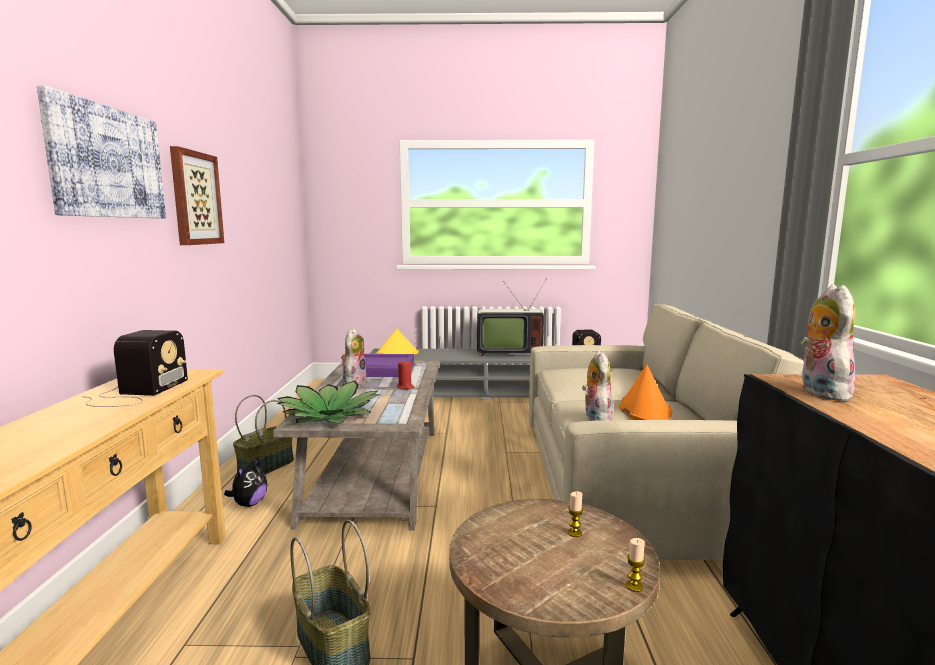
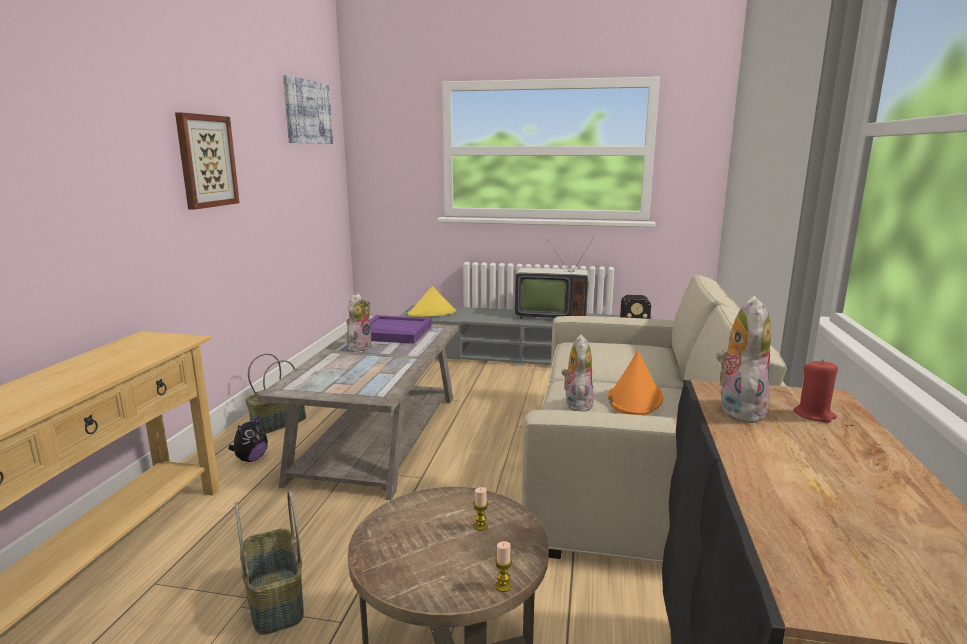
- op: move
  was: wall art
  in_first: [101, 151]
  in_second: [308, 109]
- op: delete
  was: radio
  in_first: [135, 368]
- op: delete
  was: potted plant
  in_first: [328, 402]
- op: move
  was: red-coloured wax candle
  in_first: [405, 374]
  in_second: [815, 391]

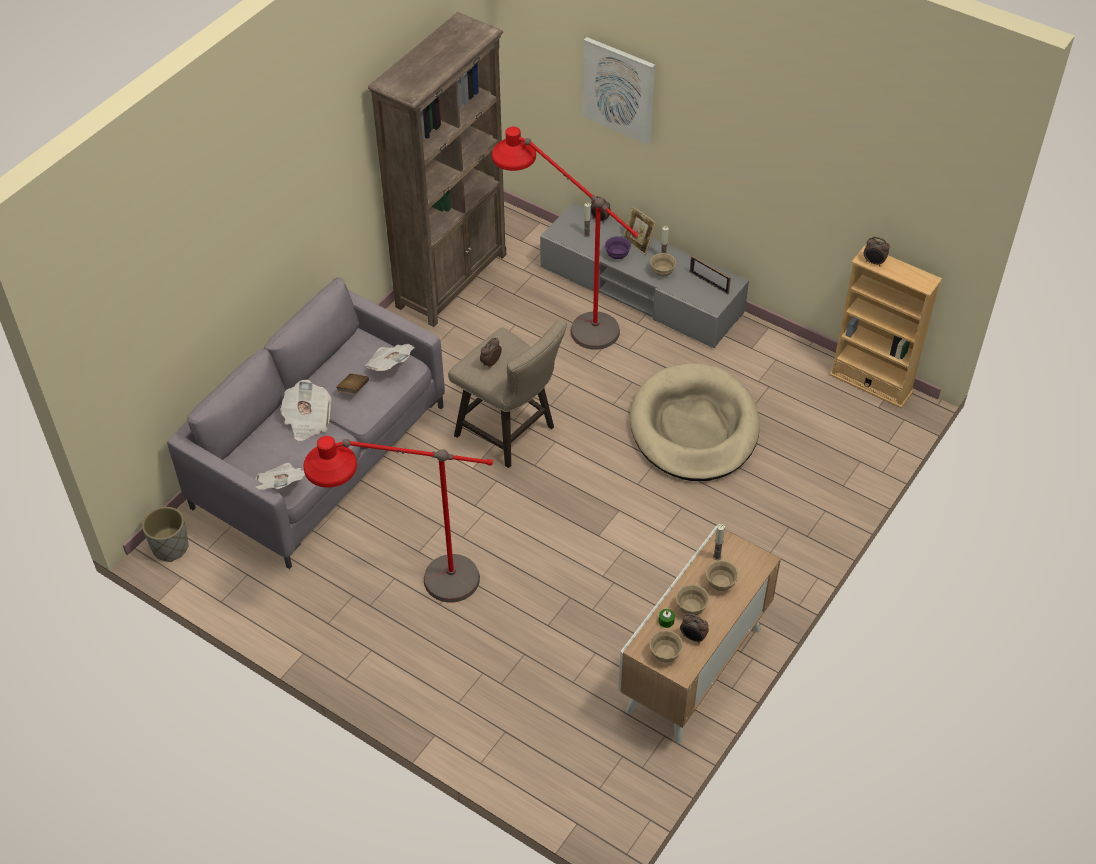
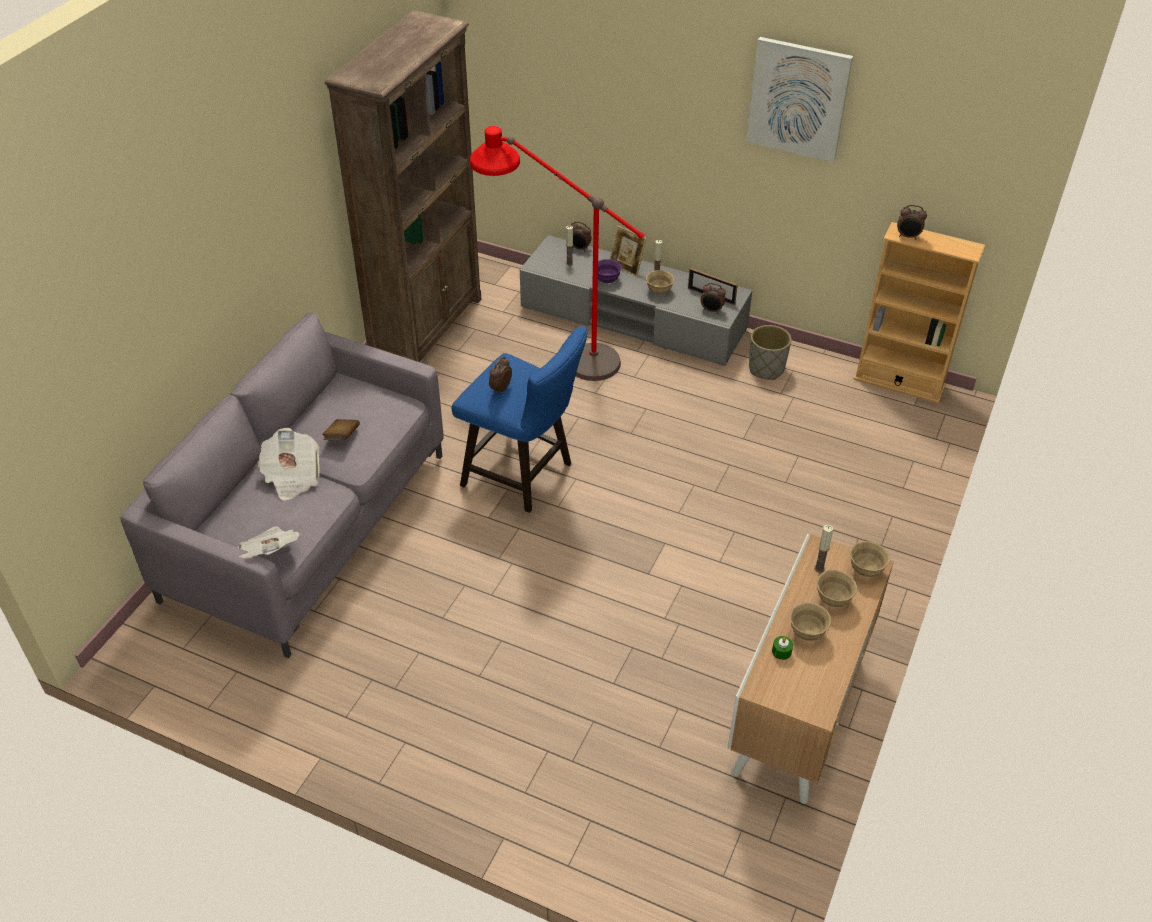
- op: move
  was: gray flower pot
  in_first: [165, 534]
  in_second: [770, 352]
- op: delete
  was: red-coloured standard lamp
  in_first: [398, 519]
- op: delete
  was: newspaper
  in_first: [389, 357]
- op: recolor
  was: beige-coloured sitting stool
  now: blue-coloured sitting stool
  in_first: [507, 394]
  in_second: [520, 419]
- op: move
  was: wall art
  in_first: [619, 90]
  in_second: [799, 99]
- op: delete
  was: beige-coloured dog bed
  in_first: [695, 422]
- op: move
  was: beige-coloured bowl
  in_first: [666, 646]
  in_second: [870, 559]
- op: move
  was: alarm clock
  in_first: [694, 628]
  in_second: [713, 298]

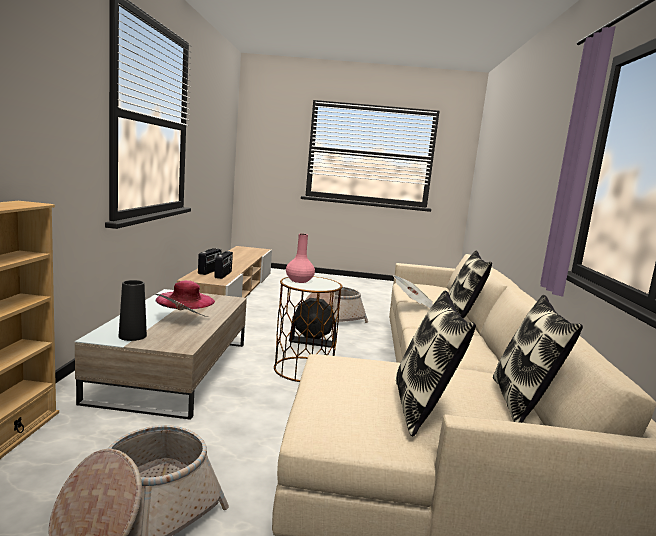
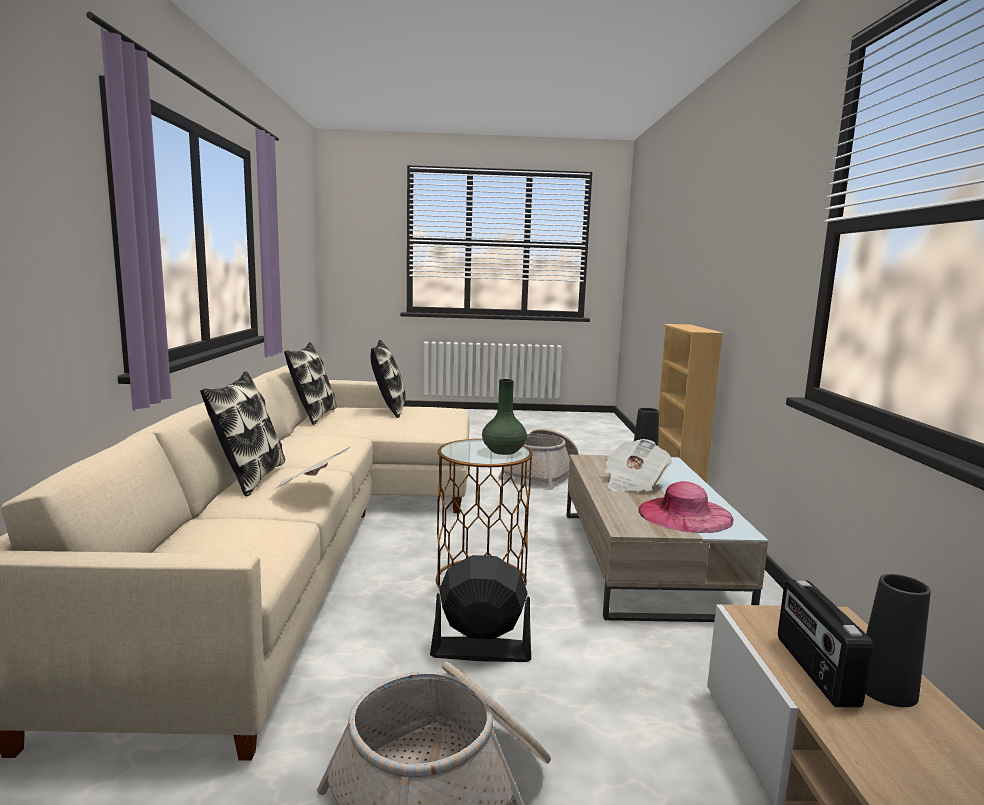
- op: replace
  was: radio
  now: black decorative vase
  in_first: [209, 261]
  in_second: [898, 640]
- op: recolor
  was: pink decorative vase
  now: greenish decorative vase
  in_first: [300, 258]
  in_second: [504, 417]

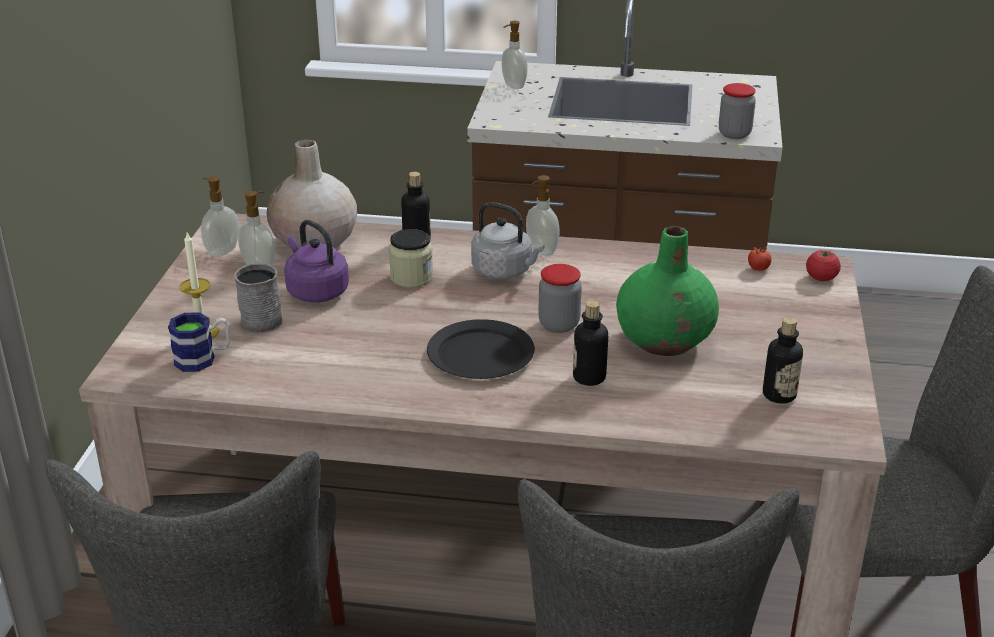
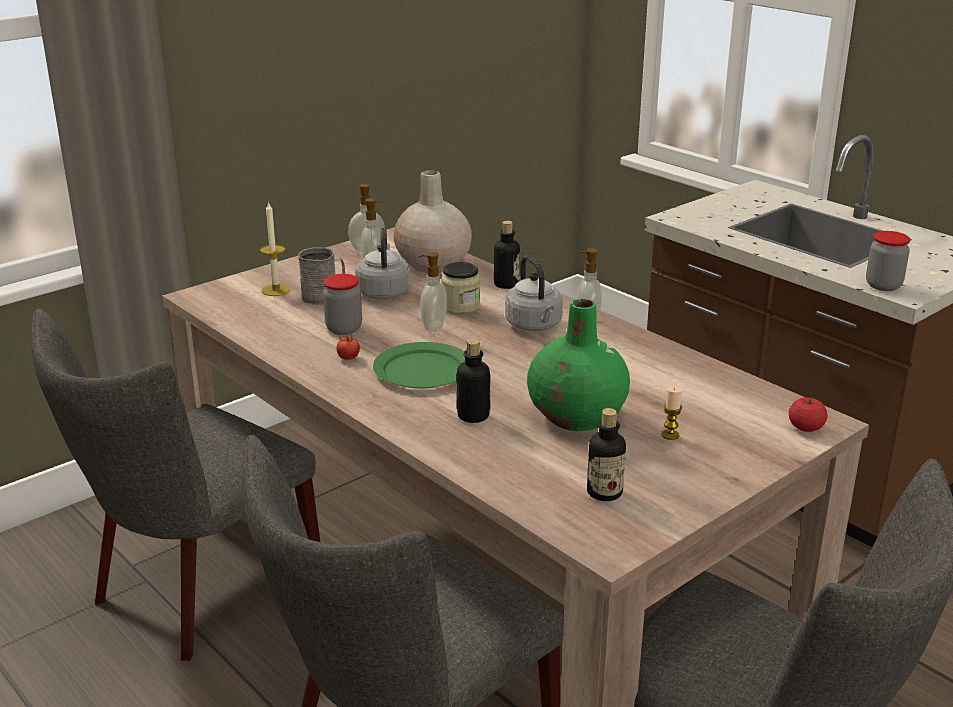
- op: delete
  was: coffee mug
  in_first: [199, 342]
- op: recolor
  was: purplish tea kettle
  now: gray tea kettle
  in_first: [316, 261]
  in_second: [382, 264]
- op: recolor
  was: black flat dish
  now: greenish flat dish
  in_first: [481, 349]
  in_second: [419, 365]
- op: move
  was: liquid soap bottle
  in_first: [515, 55]
  in_second: [432, 292]
- op: move
  was: preserve jar
  in_first: [560, 298]
  in_second: [342, 304]
- op: move
  was: tomato
  in_first: [759, 257]
  in_second: [348, 346]
- op: insert
  now: wax candle
  in_second: [671, 413]

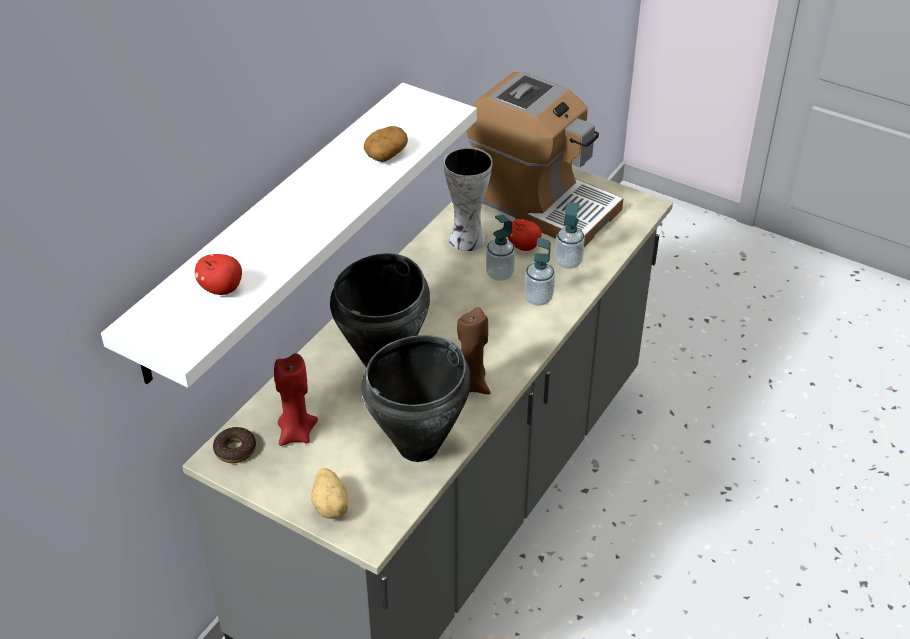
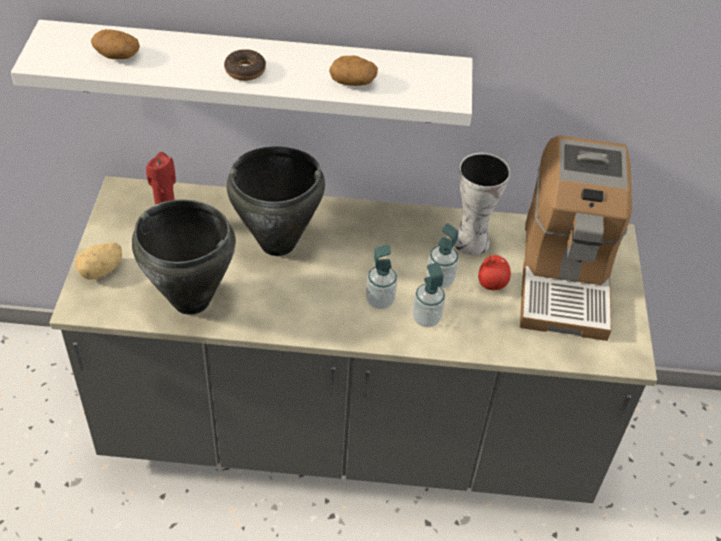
- op: replace
  was: apple
  now: potato
  in_first: [218, 274]
  in_second: [115, 44]
- op: move
  was: doughnut
  in_first: [234, 445]
  in_second: [245, 65]
- op: delete
  was: brown wax candle
  in_first: [474, 350]
- op: move
  was: liquid soap bottle
  in_first: [570, 235]
  in_second: [381, 276]

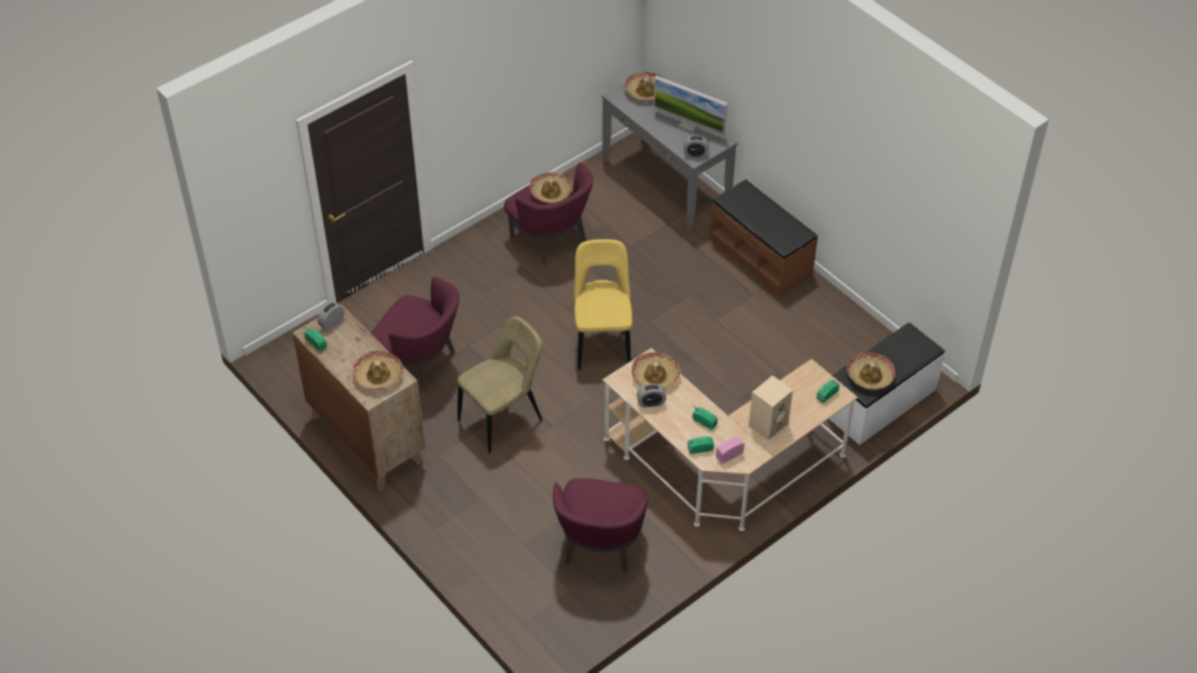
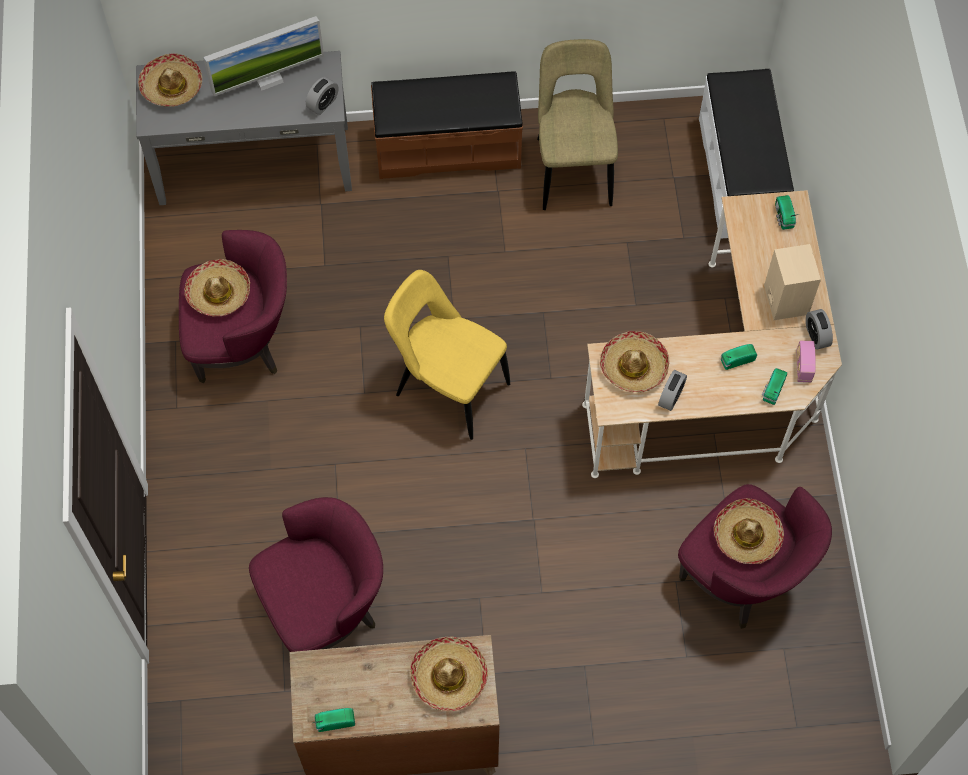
- op: move
  was: alarm clock
  in_first: [330, 316]
  in_second: [819, 329]
- op: move
  was: beige-coloured plain chair
  in_first: [500, 384]
  in_second: [577, 124]
- op: move
  was: wearable hat
  in_first: [871, 371]
  in_second: [749, 531]

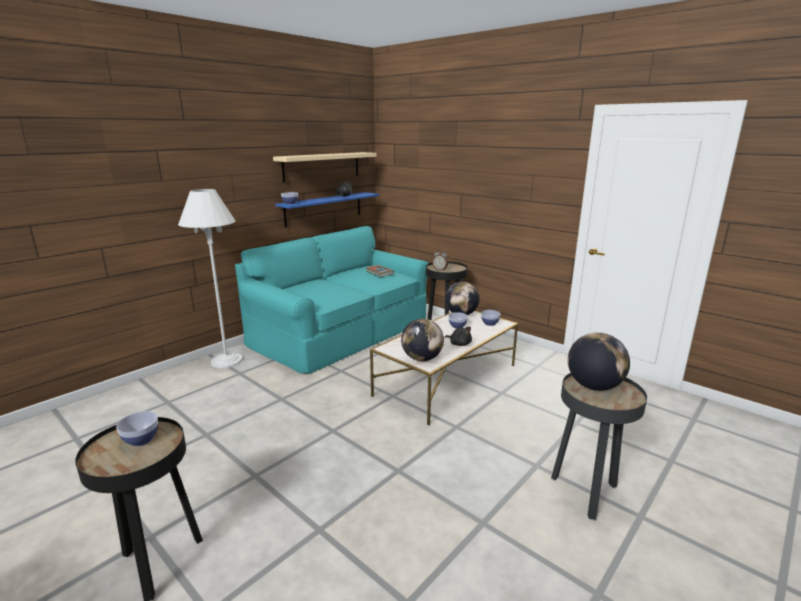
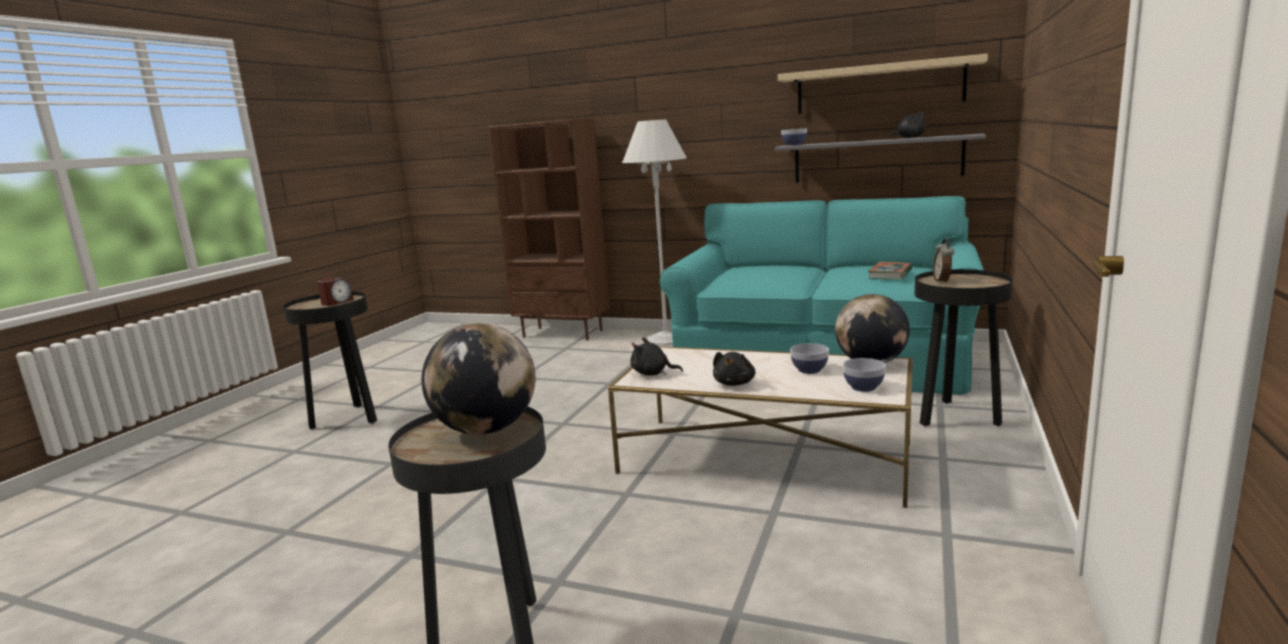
- op: replace
  was: bowl
  now: alarm clock
  in_first: [137, 428]
  in_second: [335, 291]
- op: recolor
  was: blue-coloured bracket shelf
  now: gray bracket shelf
  in_first: [327, 210]
  in_second: [880, 158]
- op: replace
  was: globe
  now: black soft toy
  in_first: [422, 340]
  in_second: [657, 356]
- op: insert
  now: brown bookshelf
  in_second: [549, 229]

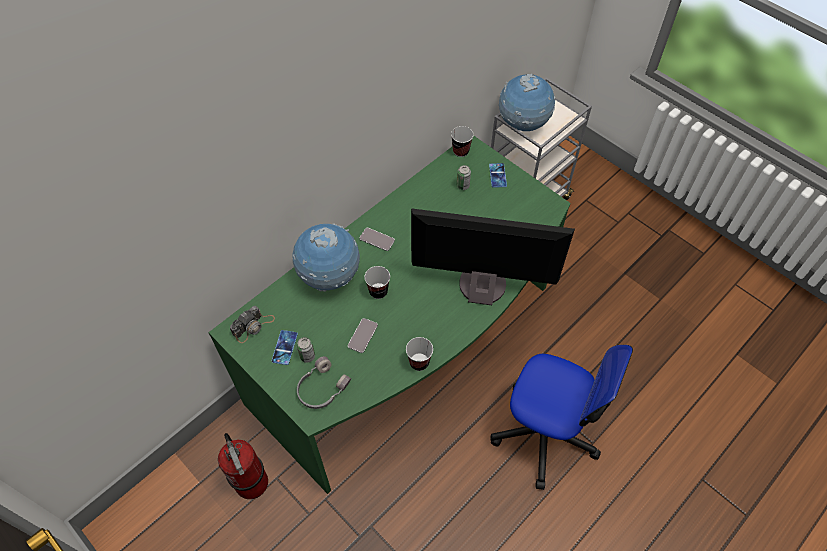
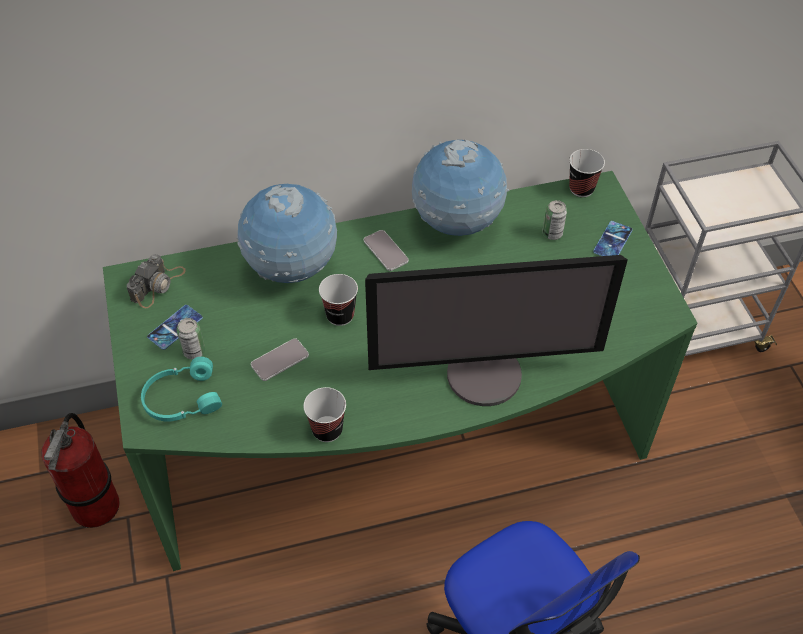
- op: rotate
  was: still camera
  in_first: [252, 324]
  in_second: [156, 281]
  clockwise: -45
- op: recolor
  was: gray headset
  now: turquoise-coloured headset
  in_first: [324, 382]
  in_second: [181, 389]
- op: rotate
  was: computer display
  in_first: [493, 256]
  in_second: [496, 330]
  clockwise: 135
- op: move
  was: globe
  in_first: [527, 102]
  in_second: [460, 188]

